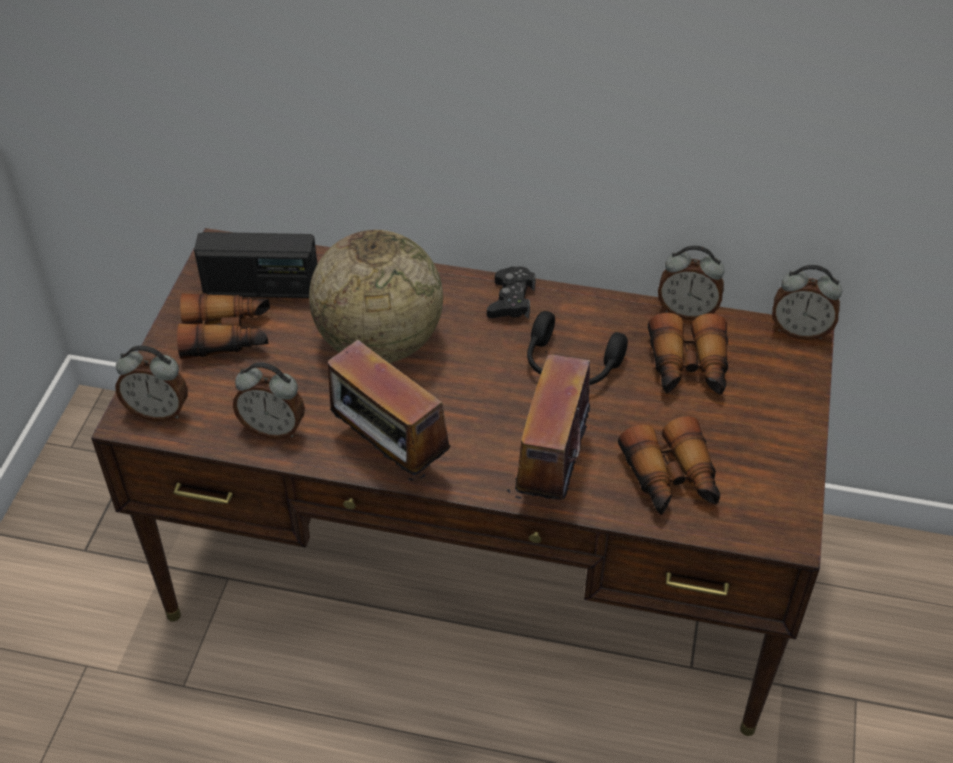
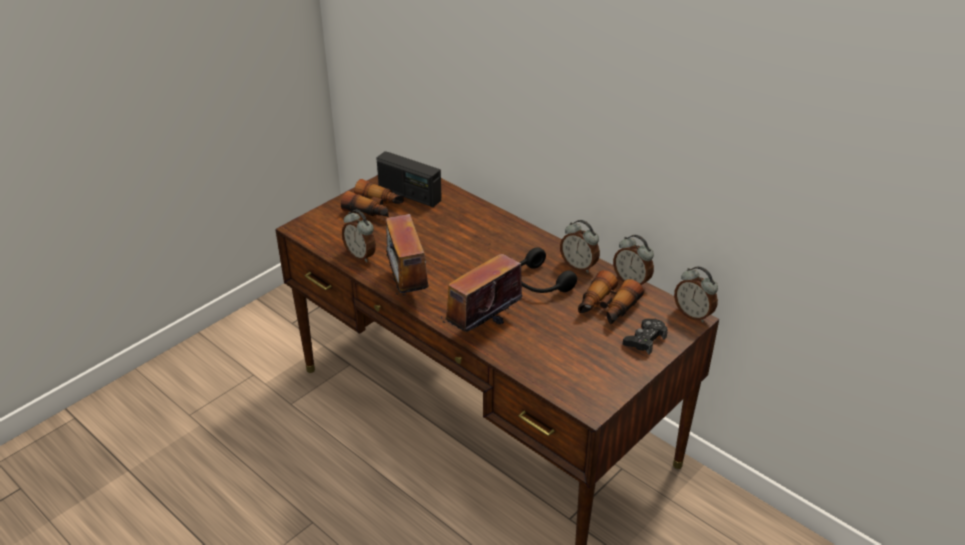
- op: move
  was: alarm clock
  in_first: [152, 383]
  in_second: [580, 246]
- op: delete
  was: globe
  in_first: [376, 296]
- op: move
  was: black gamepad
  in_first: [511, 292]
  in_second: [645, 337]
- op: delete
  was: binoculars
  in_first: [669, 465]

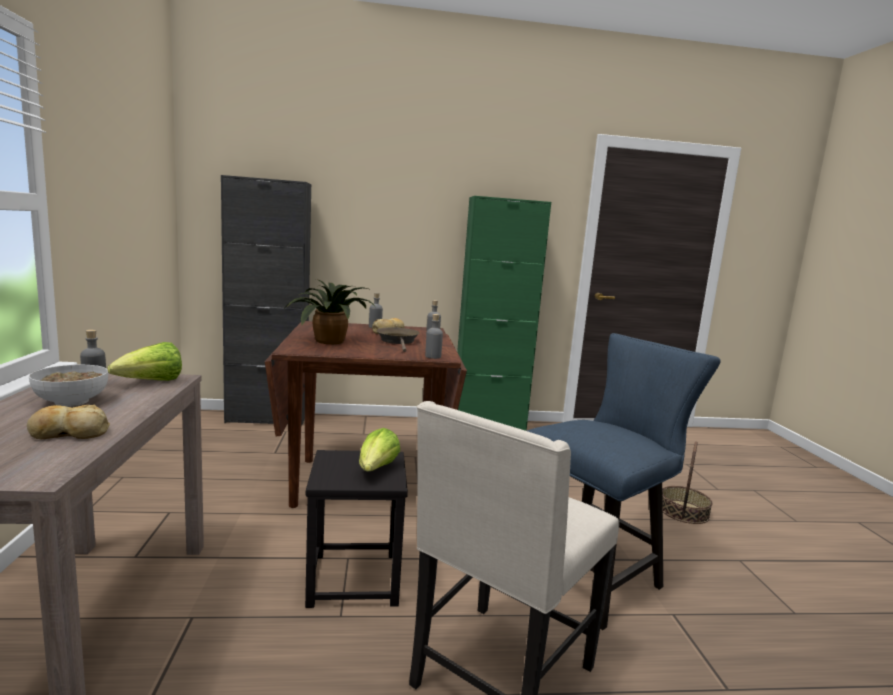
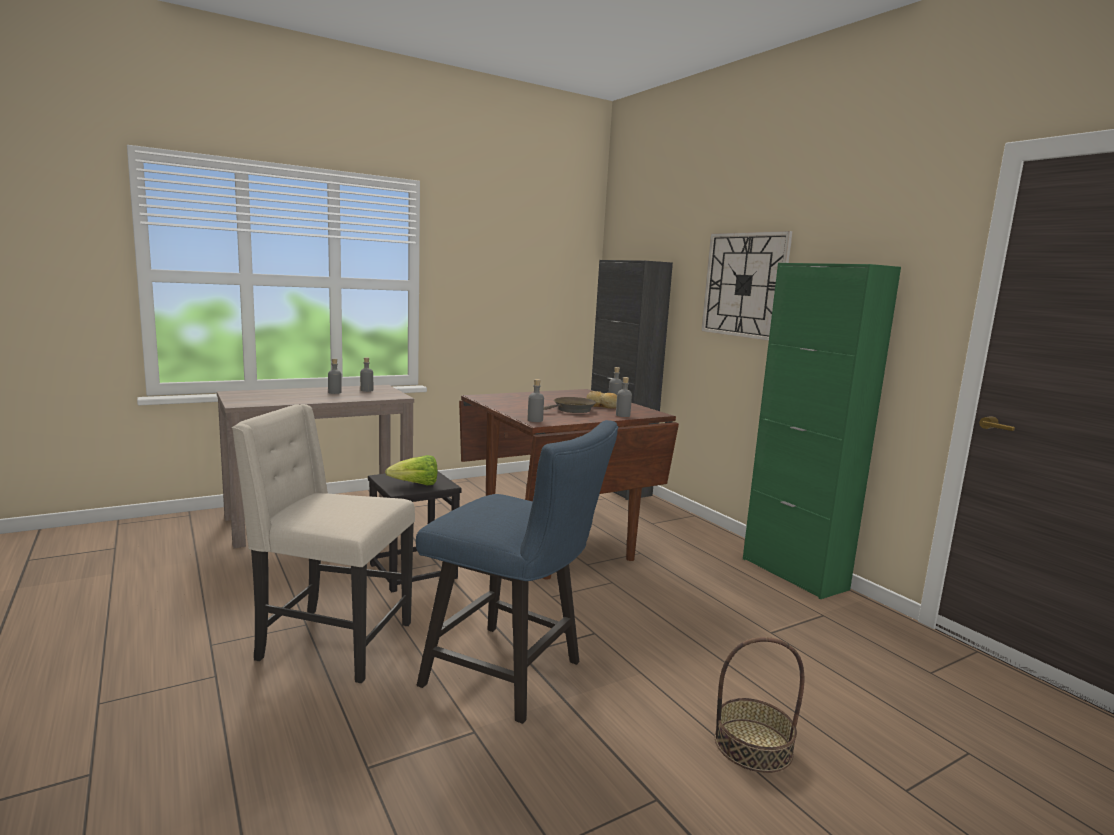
- op: delete
  was: baked bread
  in_first: [68, 422]
- op: replace
  was: bowl
  now: gray bottle
  in_first: [68, 386]
  in_second: [335, 376]
- op: delete
  was: head of lettuce
  in_first: [145, 361]
- op: delete
  was: potted plant
  in_first: [329, 311]
- op: insert
  now: wall clock
  in_second: [747, 286]

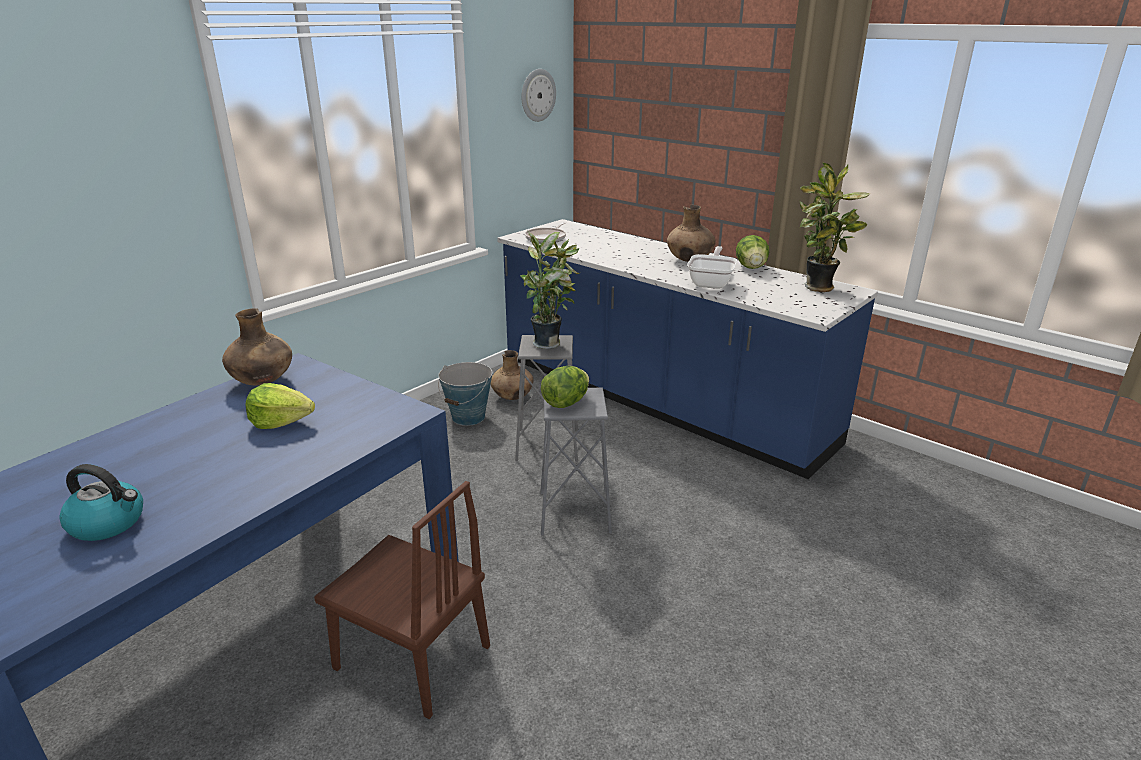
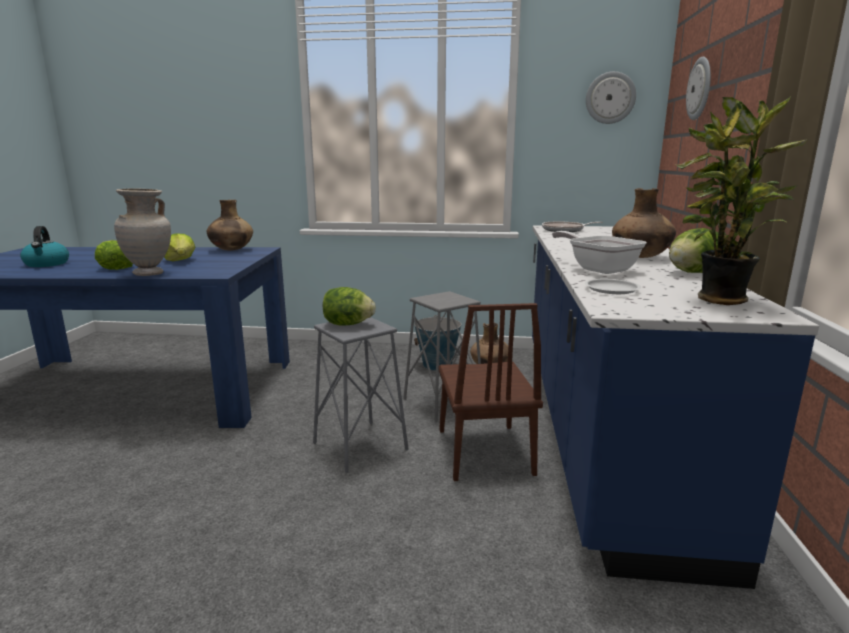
- op: move
  was: brown plain chair
  in_first: [402, 600]
  in_second: [490, 392]
- op: delete
  was: potted plant
  in_first: [549, 290]
- op: rotate
  was: frying pan
  in_first: [712, 267]
  in_second: [599, 252]
  clockwise: -105
- op: insert
  now: head of lettuce
  in_second: [114, 255]
- op: insert
  now: beige-coloured decorative vase
  in_second: [142, 232]
- op: insert
  now: whitish flat dish
  in_second: [613, 286]
- op: insert
  now: wall clock
  in_second: [698, 88]

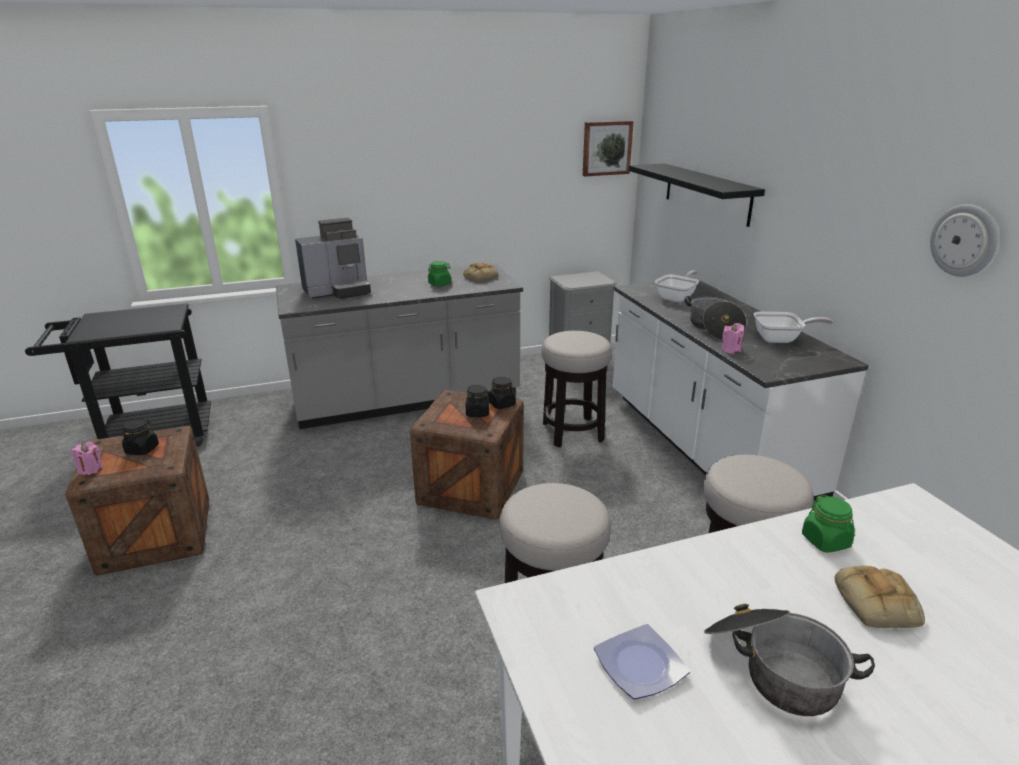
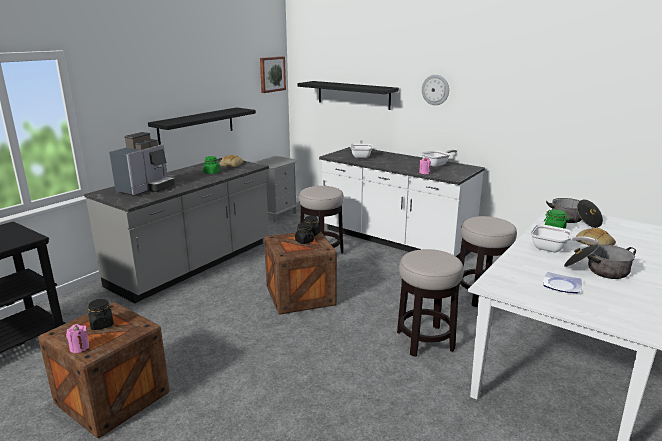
- op: move
  was: cooking pot
  in_first: [716, 318]
  in_second: [574, 213]
- op: move
  was: wall clock
  in_first: [964, 240]
  in_second: [435, 90]
- op: insert
  now: black bracket shelf
  in_second: [202, 126]
- op: insert
  now: frying pan
  in_second: [565, 238]

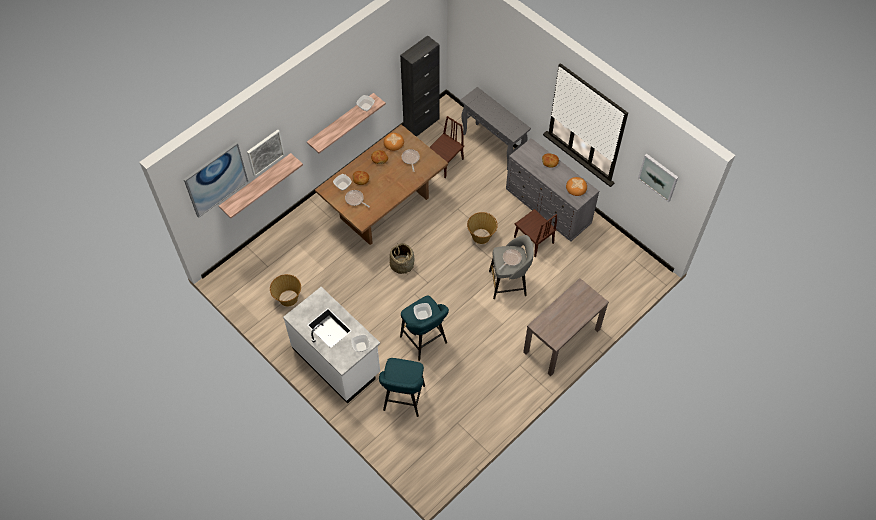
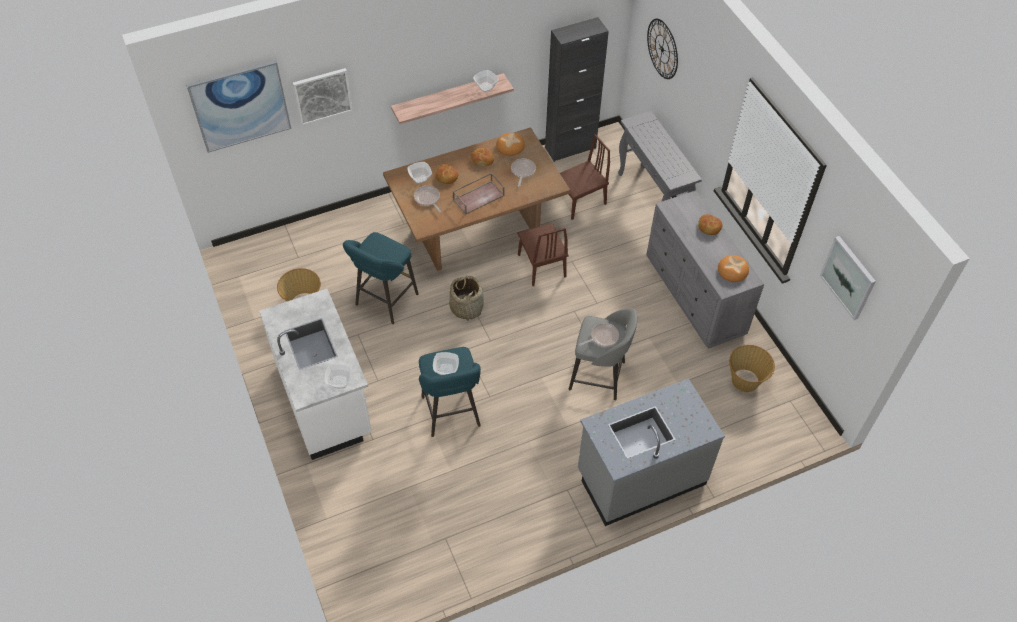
- op: delete
  was: bracket shelf
  in_first: [261, 185]
- op: move
  was: turquoise-coloured sitting stool
  in_first: [402, 387]
  in_second: [381, 278]
- op: move
  was: basket
  in_first: [482, 228]
  in_second: [752, 368]
- op: move
  was: brown plain chair
  in_first: [535, 233]
  in_second: [542, 254]
- op: replace
  was: brown console table
  now: gray counter
  in_first: [566, 327]
  in_second: [651, 452]
- op: insert
  now: brown tray
  in_second: [479, 193]
- op: insert
  now: wall clock
  in_second: [662, 49]

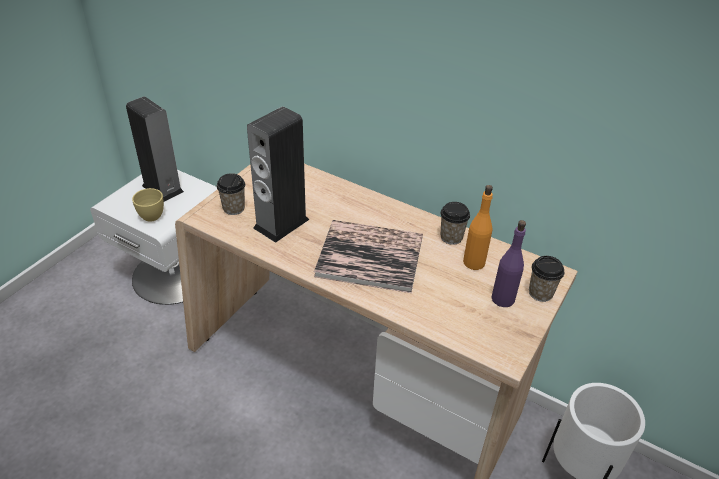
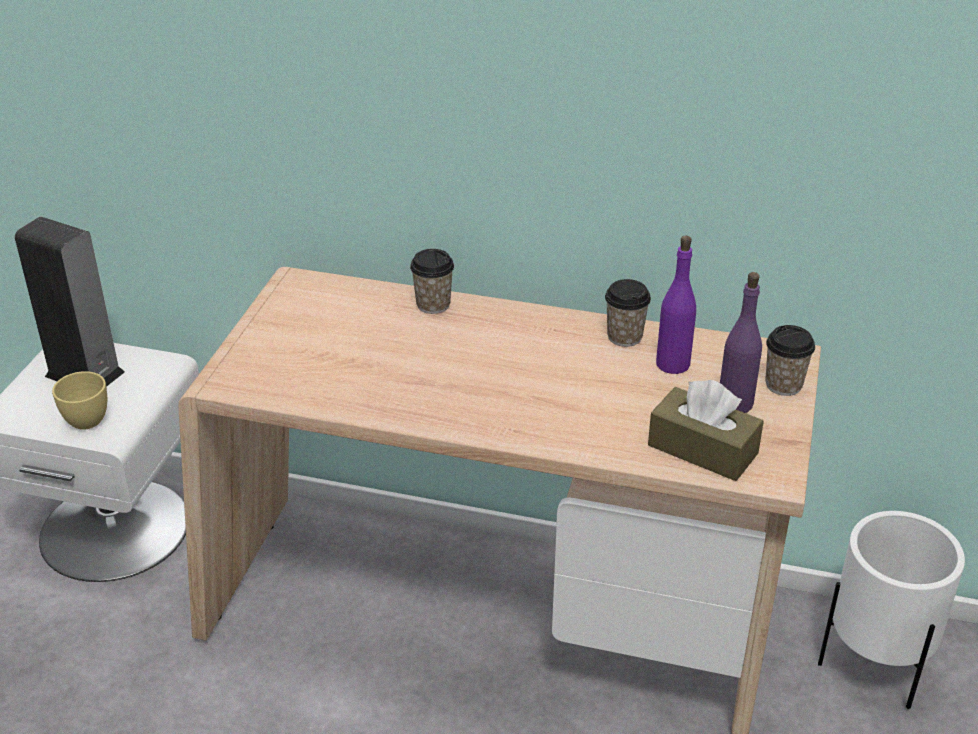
- op: move
  was: cup
  in_first: [231, 194]
  in_second: [432, 281]
- op: delete
  was: loudspeaker
  in_first: [278, 174]
- op: delete
  was: book
  in_first: [368, 256]
- op: recolor
  was: orangey bottle
  now: purplish bottle
  in_first: [478, 227]
  in_second: [676, 305]
- op: insert
  now: brown box of tissues
  in_second: [706, 430]

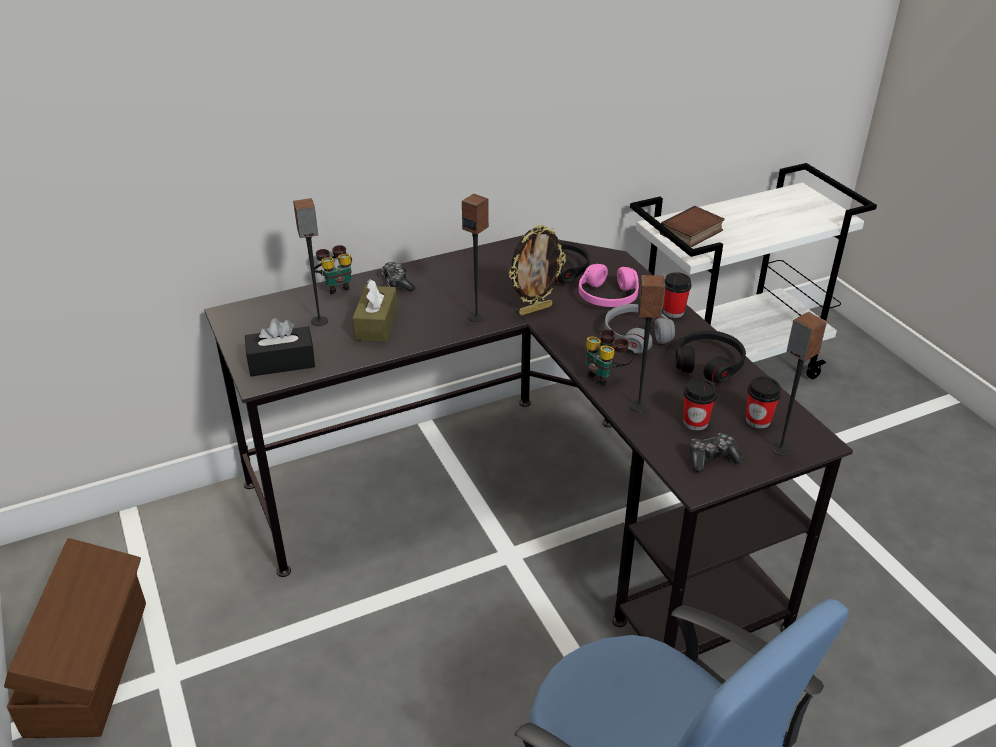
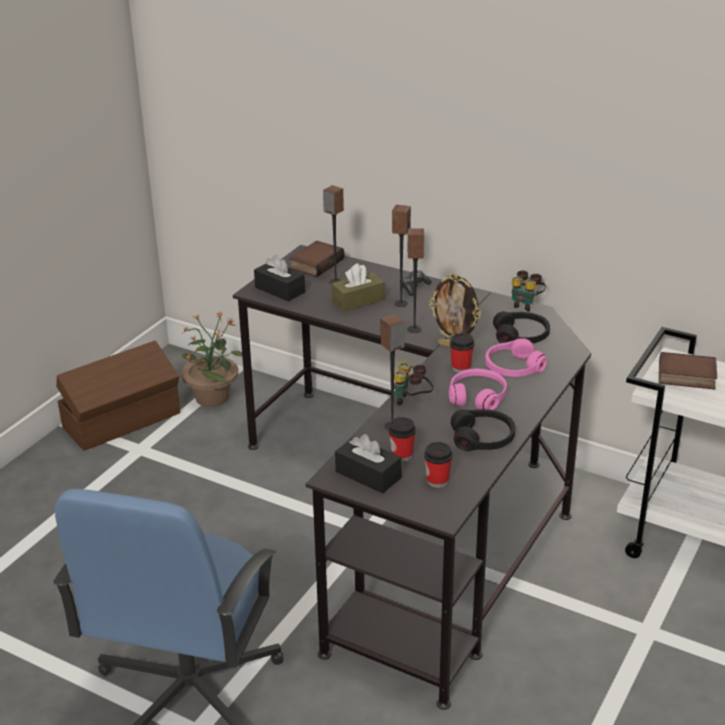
- op: move
  was: binoculars
  in_first: [333, 269]
  in_second: [529, 291]
- op: recolor
  was: gray headset
  now: pink headset
  in_first: [640, 329]
  in_second: [478, 389]
- op: move
  was: cup
  in_first: [677, 295]
  in_second: [462, 353]
- op: replace
  was: gamepad
  now: black box of tissues
  in_first: [717, 452]
  in_second: [368, 464]
- op: move
  was: loudspeaker
  in_first: [798, 384]
  in_second: [401, 256]
- op: insert
  now: potted plant
  in_second: [211, 359]
- op: insert
  now: book
  in_second: [317, 259]

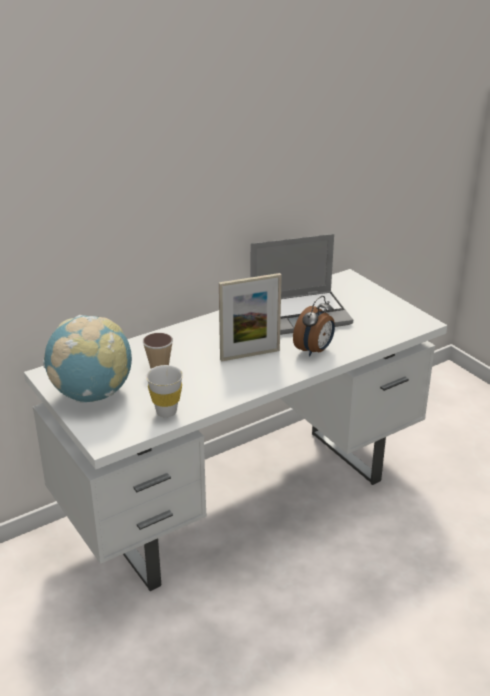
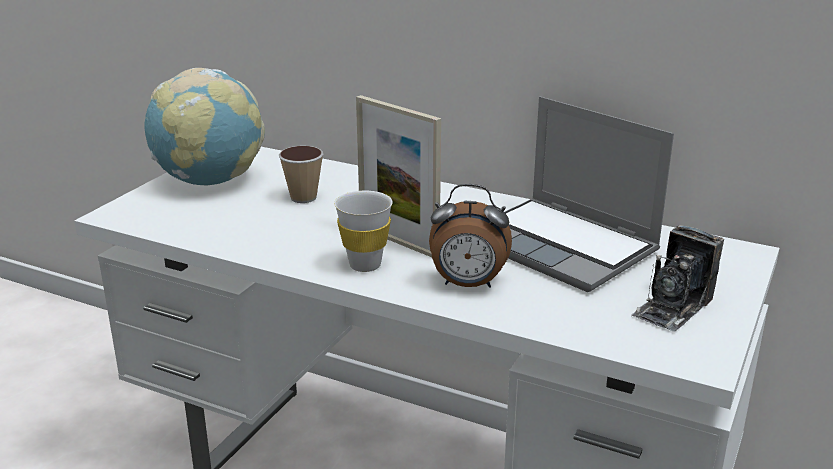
- op: move
  was: whitish cup
  in_first: [164, 391]
  in_second: [363, 231]
- op: insert
  now: still camera
  in_second: [677, 278]

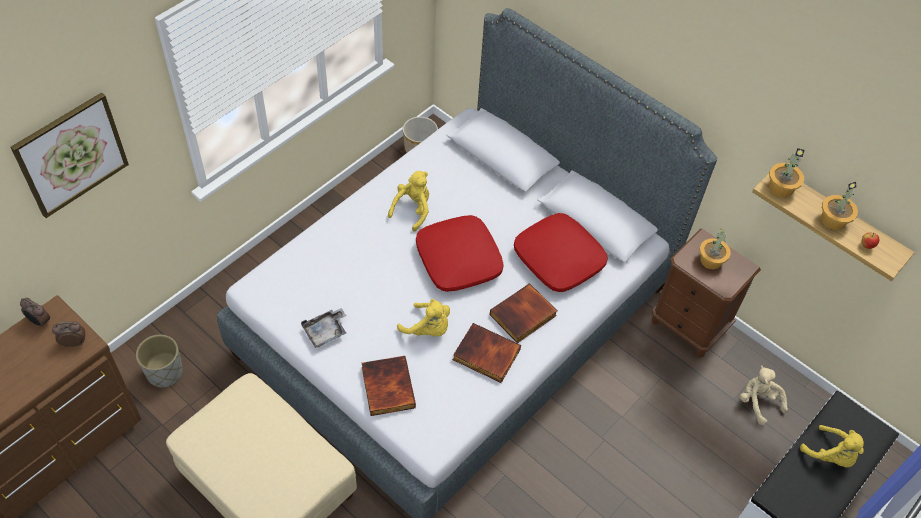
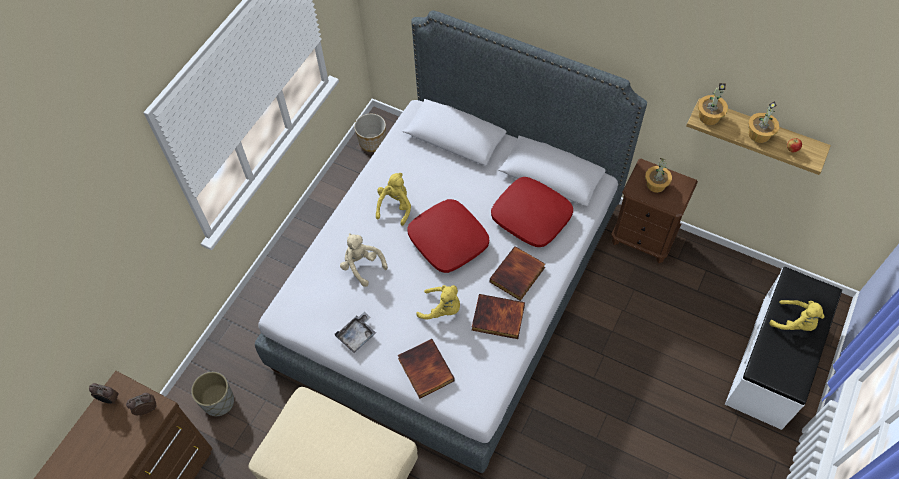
- op: delete
  was: wall art
  in_first: [70, 155]
- op: move
  was: beige-coloured soft toy
  in_first: [764, 395]
  in_second: [364, 260]

